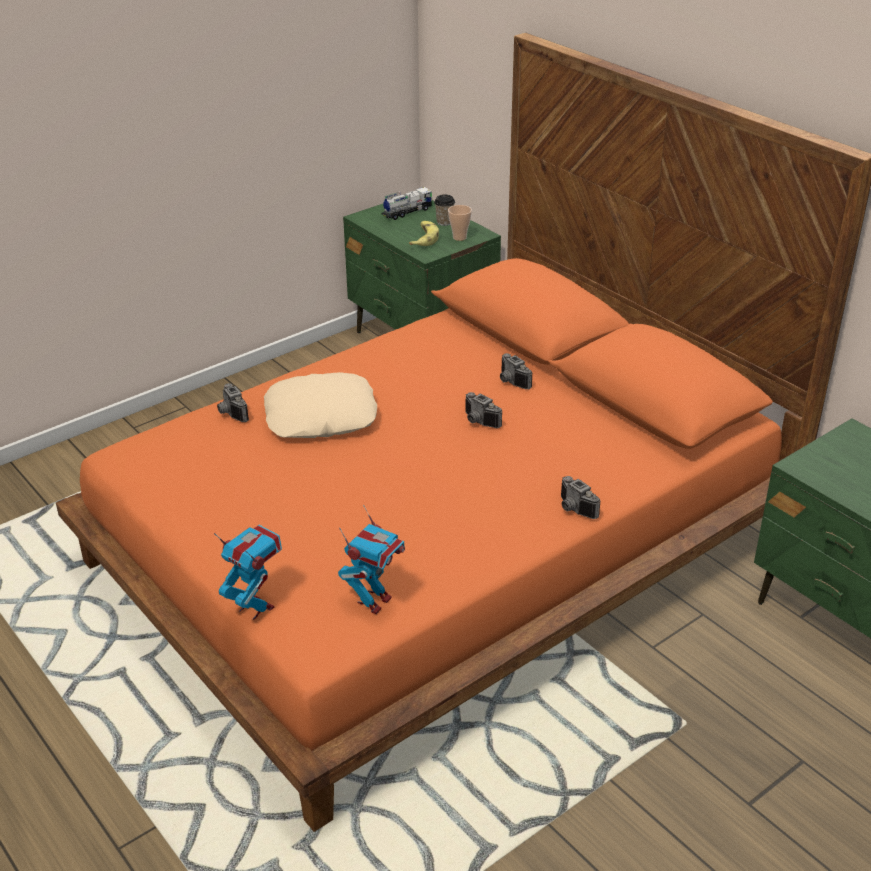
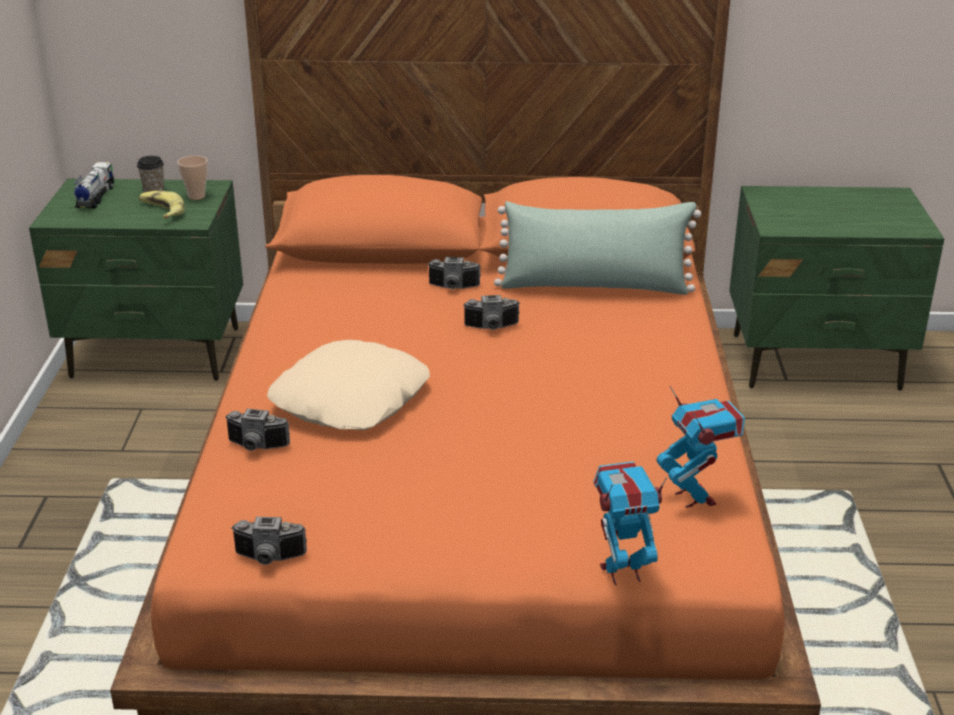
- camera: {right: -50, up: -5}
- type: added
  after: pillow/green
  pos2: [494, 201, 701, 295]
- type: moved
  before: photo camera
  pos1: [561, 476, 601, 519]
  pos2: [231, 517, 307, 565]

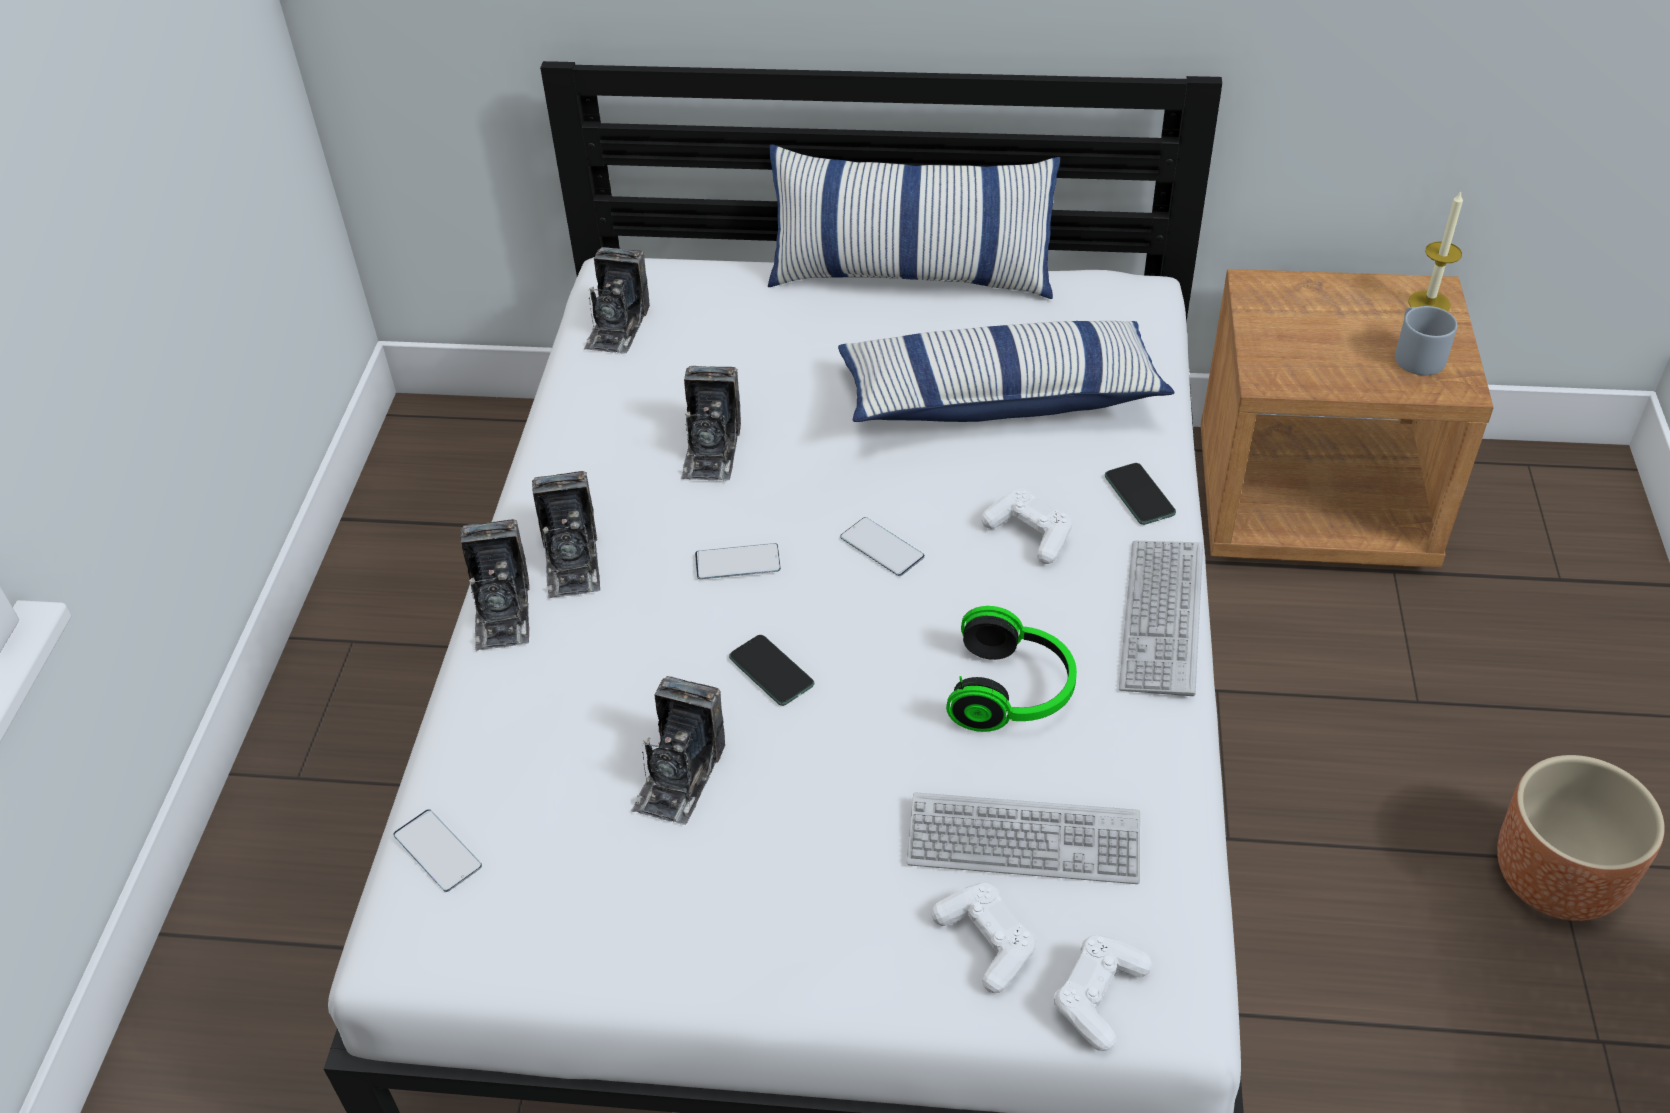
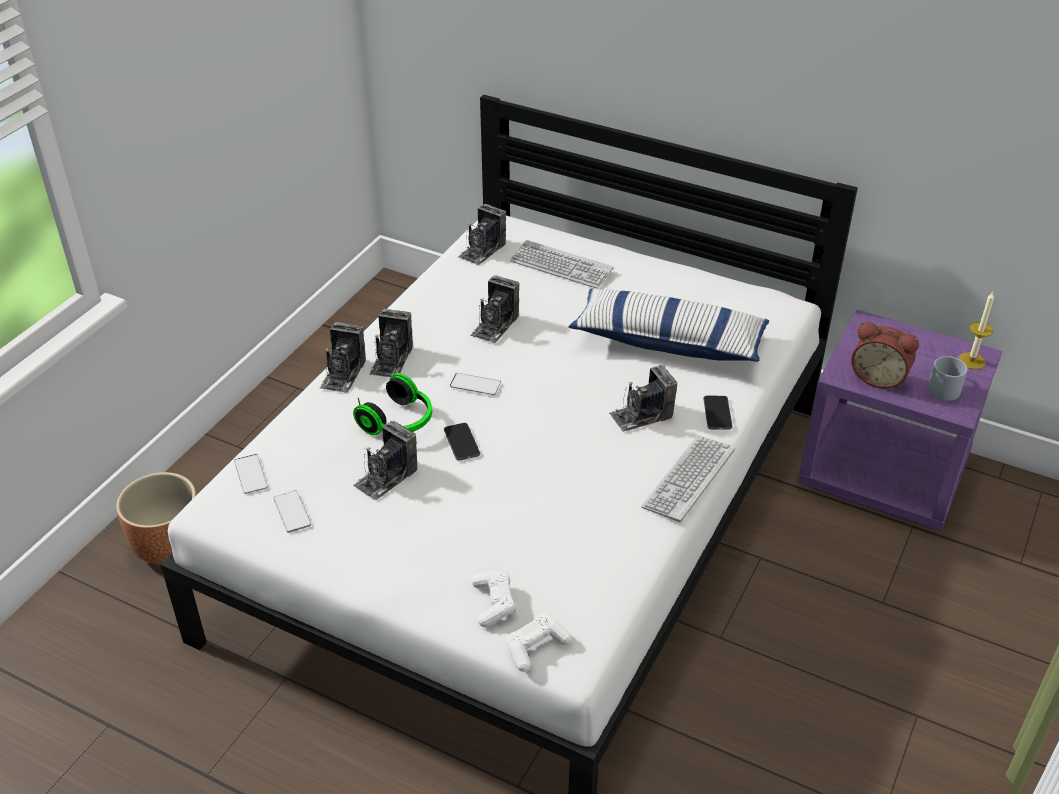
- camera: {right: 20, up: -5}
- type: removed
  before: pillow
  pos1: [768, 144, 1060, 299]
- type: added
  after: alarm clock
  pos2: [851, 322, 919, 389]
- type: moved
  before: phone
  pos1: [840, 517, 925, 576]
  pos2: [273, 490, 311, 533]
- type: moved
  before: keyboard
  pos1: [907, 792, 1140, 884]
  pos2: [510, 240, 614, 289]
- type: moved
  before: headphones
  pos1: [946, 606, 1077, 732]
  pos2: [353, 373, 432, 435]
- type: moved
  before: planter/brown
  pos1: [1497, 755, 1665, 921]
  pos2: [116, 472, 197, 564]
- type: replaced
  before: game controller/white
  after: photo camera
  pos1: [981, 488, 1072, 564]
  pos2: [609, 365, 677, 432]
- type: recoloured
  before: nightstand/brown
  after: nightstand/purple
  pos1: [1201, 269, 1494, 567]
  pos2: [797, 310, 1002, 531]

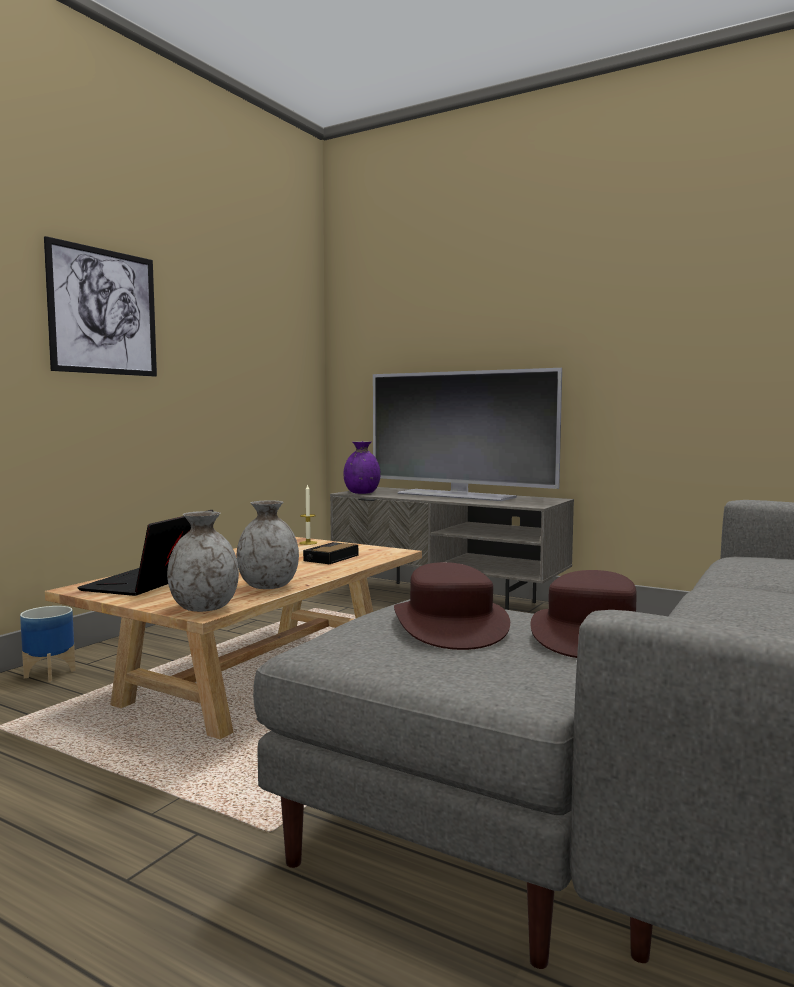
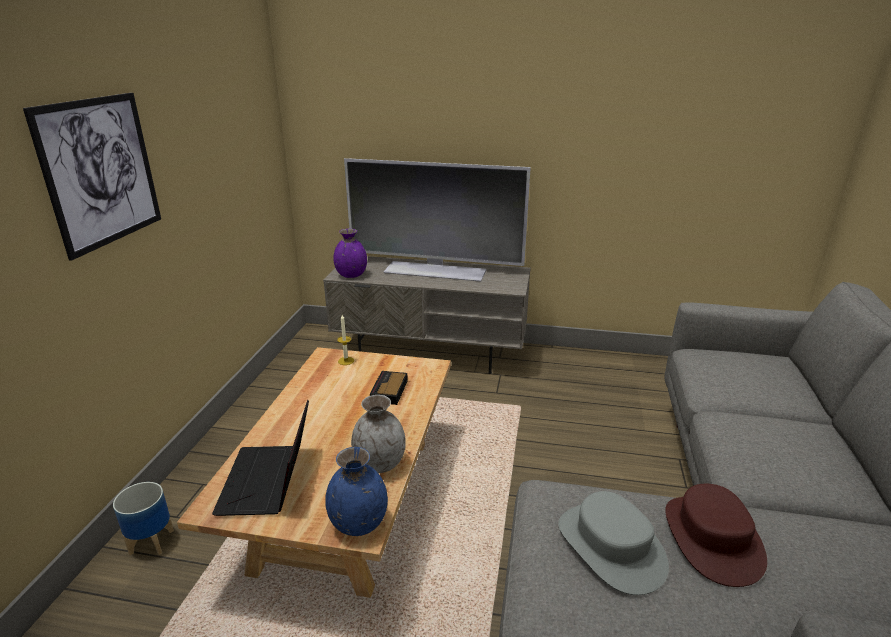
- camera: {right: -20, up: 20}
- type: recoloured
  before: vase/grey
  after: vase/blue
  pos1: [167, 511, 239, 612]
  pos2: [325, 447, 388, 536]
- type: recoloured
  before: hat/brown
  after: hat/grey
  pos1: [394, 562, 510, 650]
  pos2: [558, 491, 669, 595]

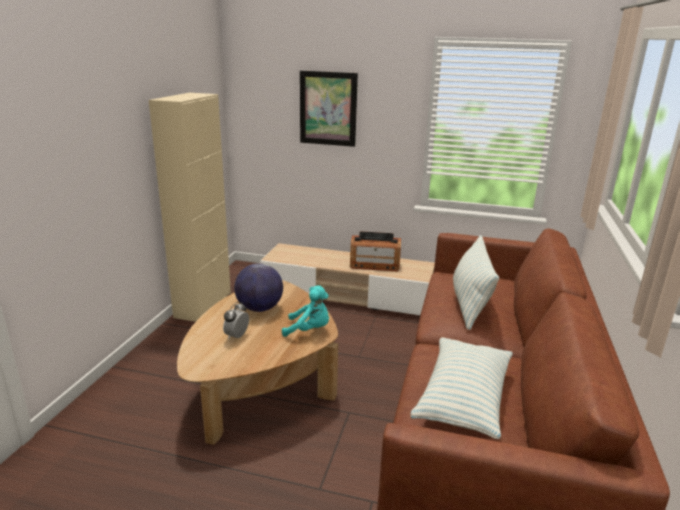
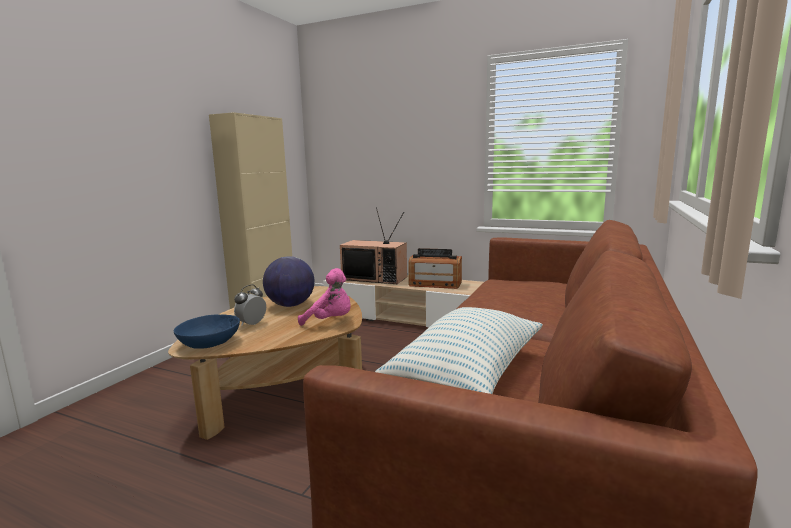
- camera: {right: 10, up: -10}
- type: removed
  before: picture
  pos1: [300, 70, 358, 147]
- type: removed
  before: pillow
  pos1: [453, 235, 499, 330]
- type: added
  after: bowl/blue
  pos2: [174, 315, 240, 349]
- type: added
  after: television
  pos2: [340, 207, 407, 284]
- type: recoloured
  before: plush toy/turquoise
  after: plush toy/pink
  pos1: [282, 285, 329, 337]
  pos2: [298, 268, 351, 326]

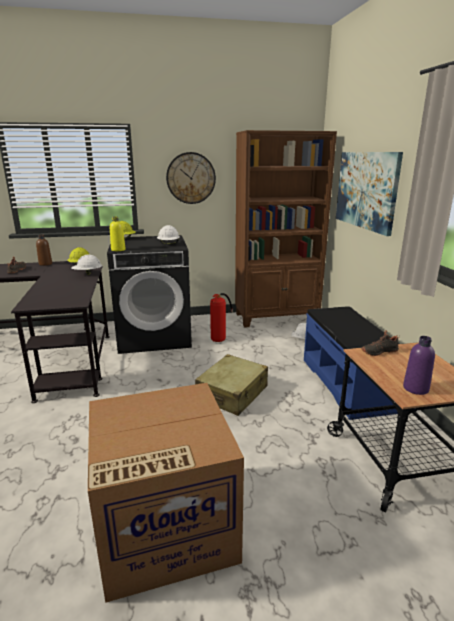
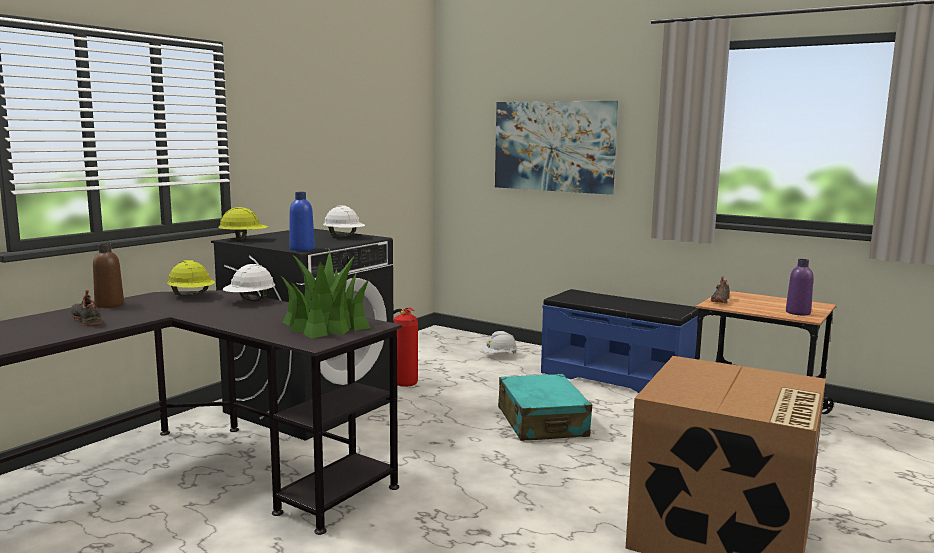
- camera: {right: -45, up: -10}
- type: removed
  before: wall clock
  pos1: [166, 152, 216, 204]
- type: removed
  before: bookcase/brown
  pos1: [235, 130, 337, 328]
- type: added
  after: potted plant
  pos2: [280, 252, 371, 338]
- type: recoloured
  before: bottle/yellow
  after: bottle/blue
  pos1: [110, 216, 126, 251]
  pos2: [290, 192, 315, 251]
- type: recoloured
  before: suitcase/beige
  after: suitcase/turquoise
  pos1: [195, 354, 268, 416]
  pos2: [498, 374, 592, 441]

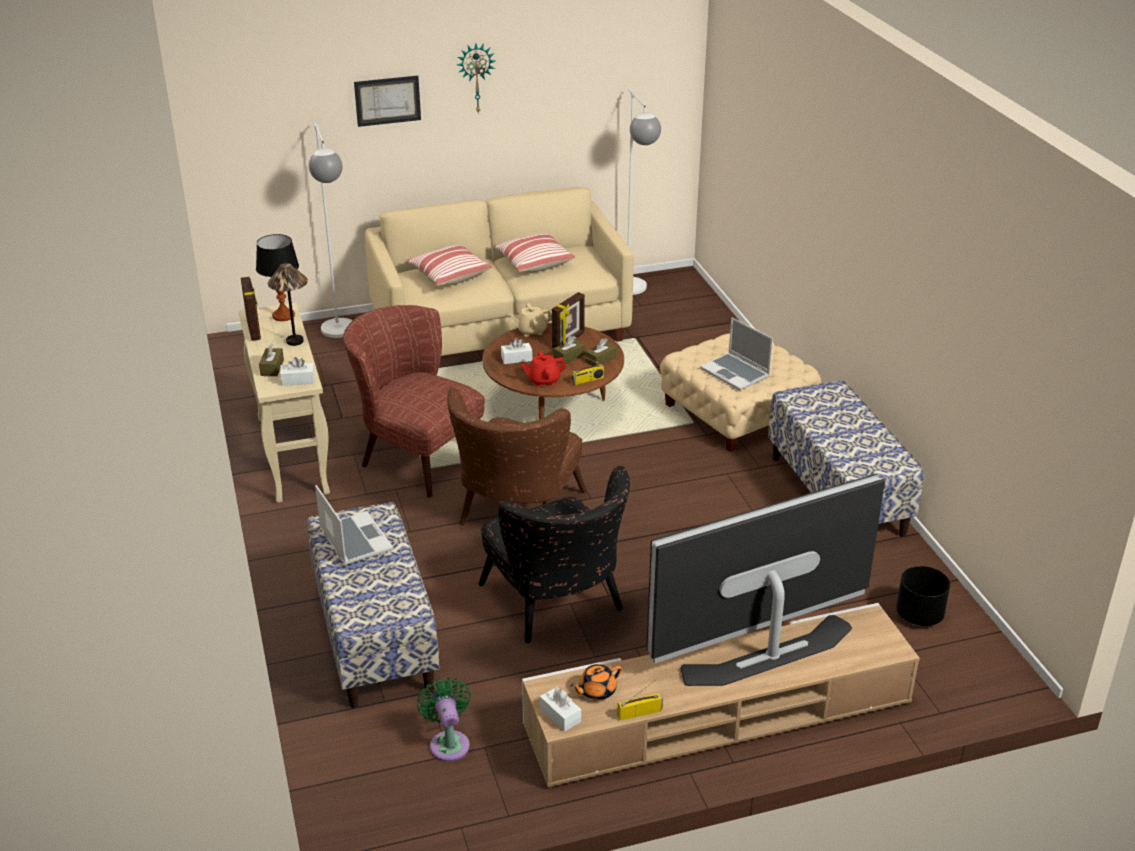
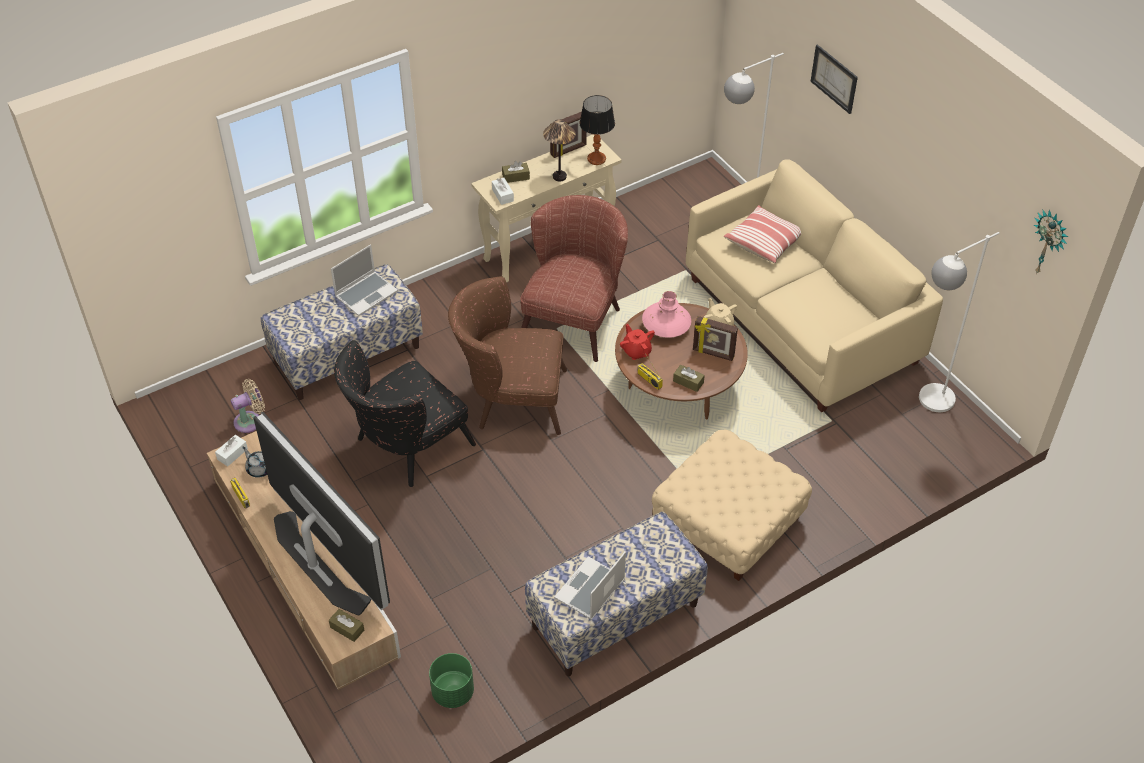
- camera: {right: 75, up: 15}
- type: removed
  before: pillow
  pos1: [493, 233, 575, 272]
- type: moved
  before: wall clock
  pos1: [457, 43, 495, 114]
  pos2: [1034, 210, 1068, 273]
- type: moved
  before: tissue box/brown
  pos1: [553, 336, 585, 364]
  pos2: [329, 609, 364, 642]
- type: moved
  before: laptop
  pos1: [700, 317, 773, 391]
  pos2: [554, 552, 626, 620]
- type: replaced
  before: tissue box/white
  after: vase/pink
  pos1: [501, 338, 532, 364]
  pos2: [642, 291, 691, 338]
- type: recoloured
  before: fan/green
  after: fan/beige
  pos1: [417, 678, 471, 762]
  pos2: [231, 379, 265, 433]
- type: recoloured
  before: teapot/orange
  after: teapot/grey
  pos1: [570, 664, 622, 700]
  pos2: [242, 447, 267, 478]
- type: recoloured
  before: planter/black
  after: planter/green
  pos1: [896, 566, 950, 626]
  pos2: [429, 653, 474, 708]

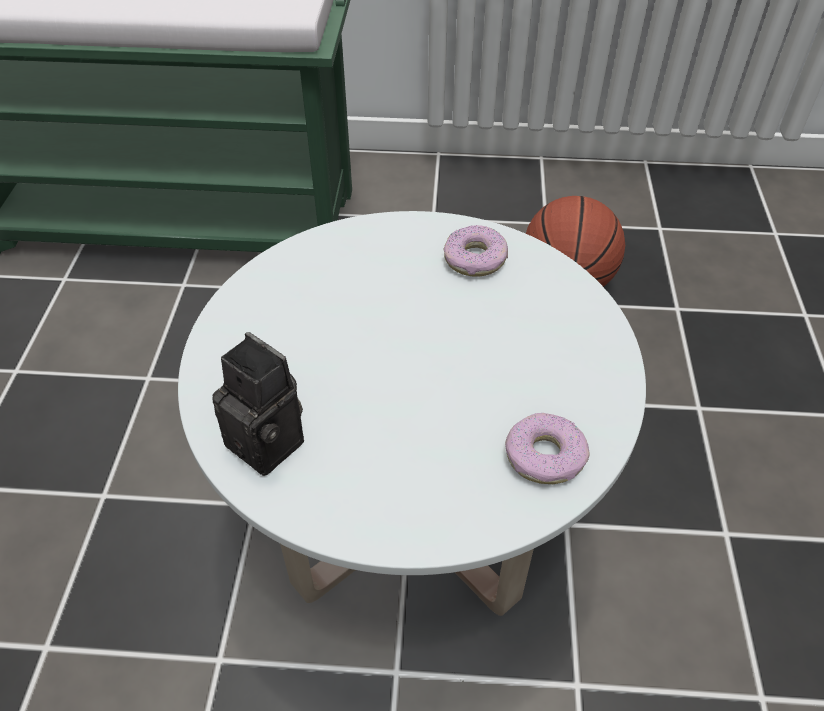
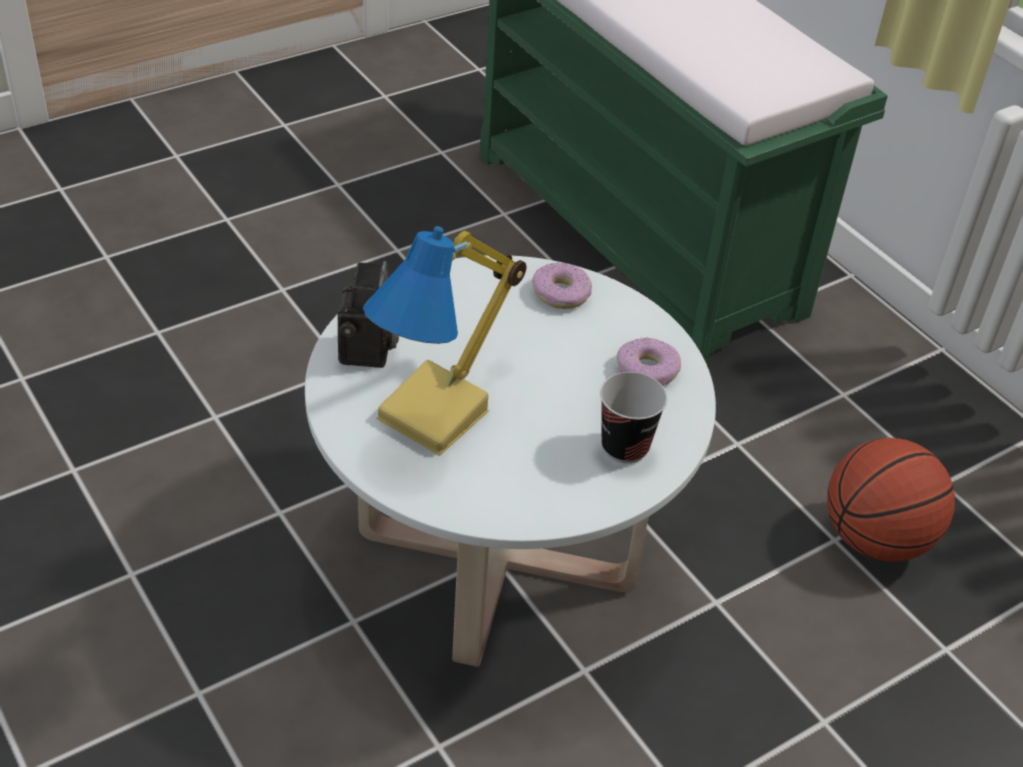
- camera: {right: 50, up: -5}
- type: added
  after: table lamp
  pos2: [363, 226, 526, 456]
- type: added
  after: cup
  pos2: [600, 372, 667, 463]
- type: moved
  before: donut
  pos1: [505, 413, 589, 484]
  pos2: [532, 262, 592, 309]

